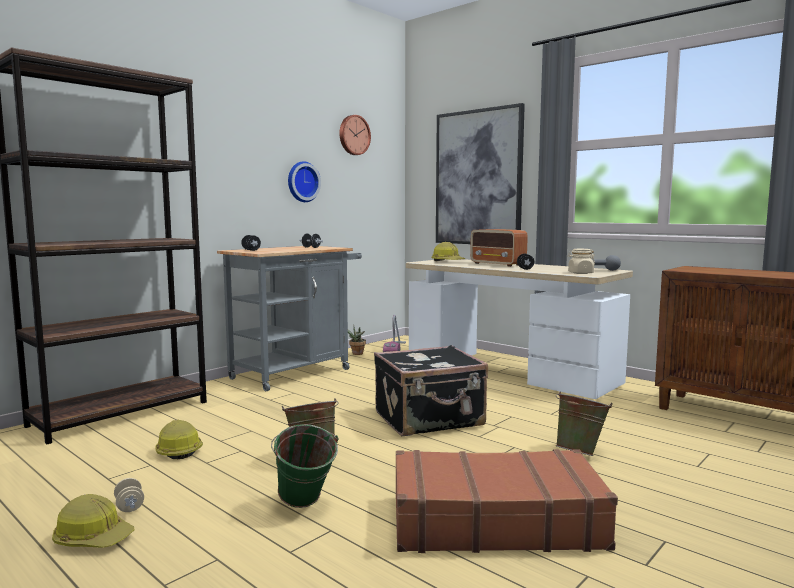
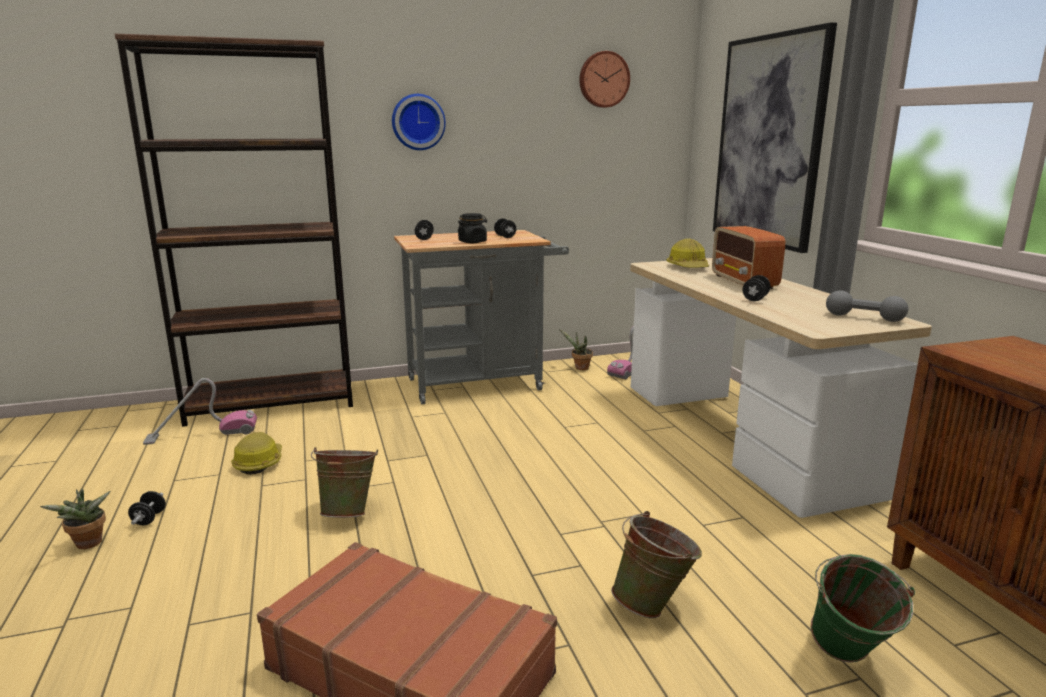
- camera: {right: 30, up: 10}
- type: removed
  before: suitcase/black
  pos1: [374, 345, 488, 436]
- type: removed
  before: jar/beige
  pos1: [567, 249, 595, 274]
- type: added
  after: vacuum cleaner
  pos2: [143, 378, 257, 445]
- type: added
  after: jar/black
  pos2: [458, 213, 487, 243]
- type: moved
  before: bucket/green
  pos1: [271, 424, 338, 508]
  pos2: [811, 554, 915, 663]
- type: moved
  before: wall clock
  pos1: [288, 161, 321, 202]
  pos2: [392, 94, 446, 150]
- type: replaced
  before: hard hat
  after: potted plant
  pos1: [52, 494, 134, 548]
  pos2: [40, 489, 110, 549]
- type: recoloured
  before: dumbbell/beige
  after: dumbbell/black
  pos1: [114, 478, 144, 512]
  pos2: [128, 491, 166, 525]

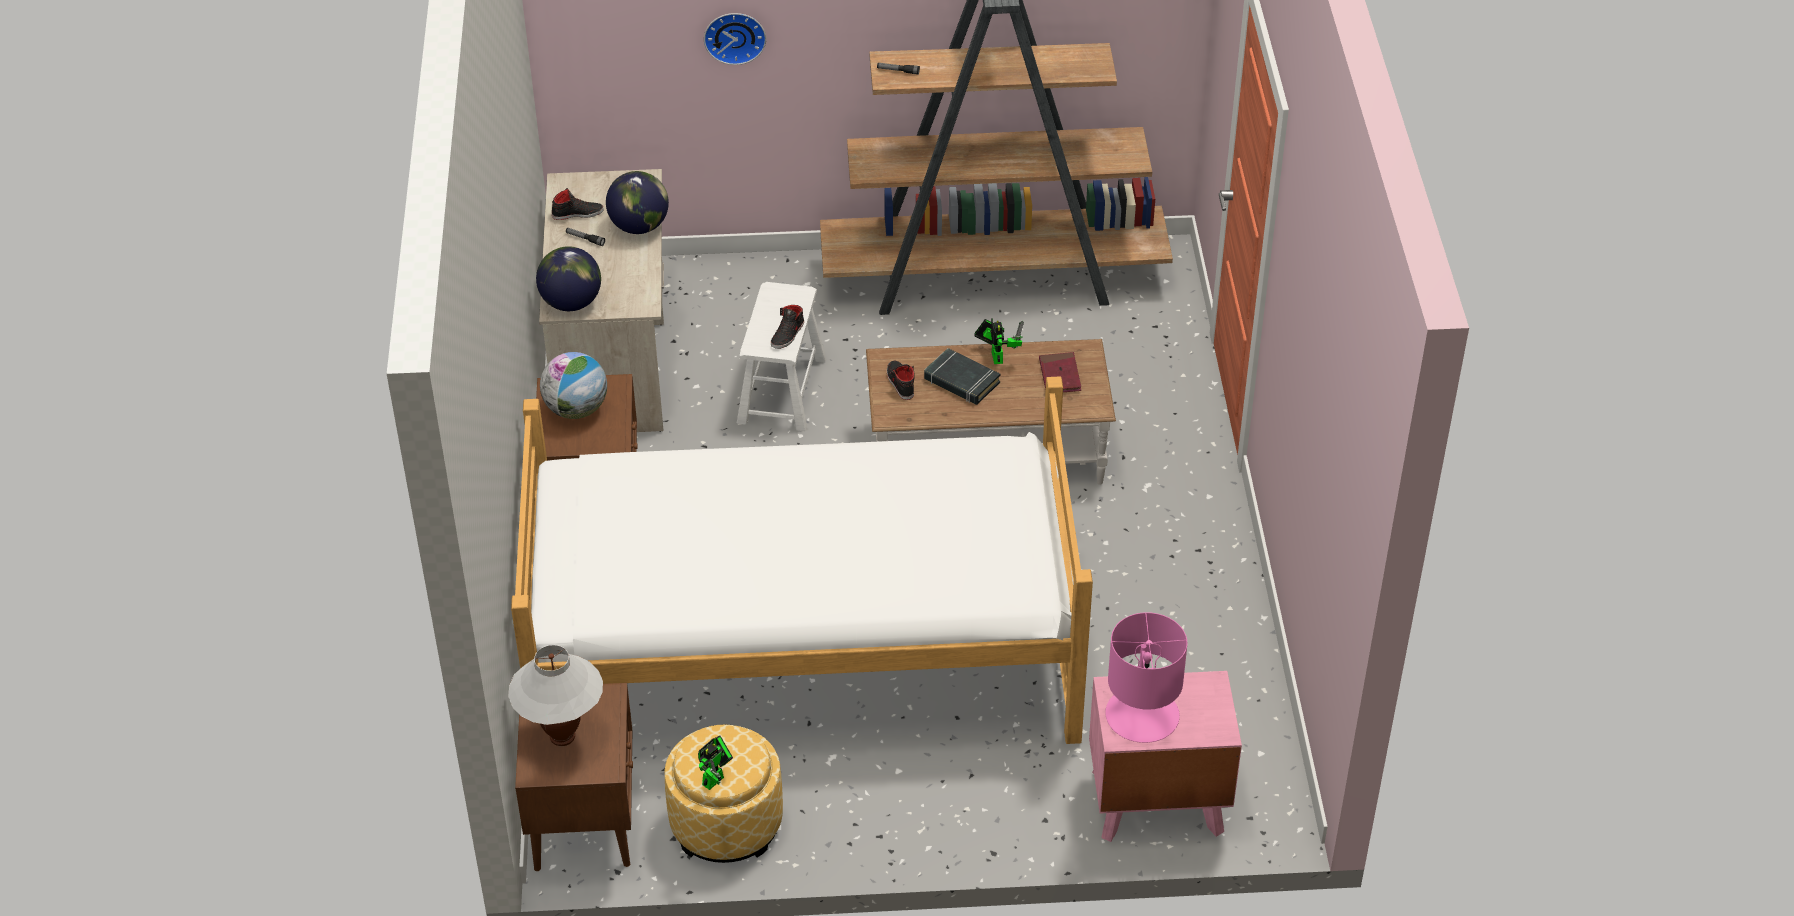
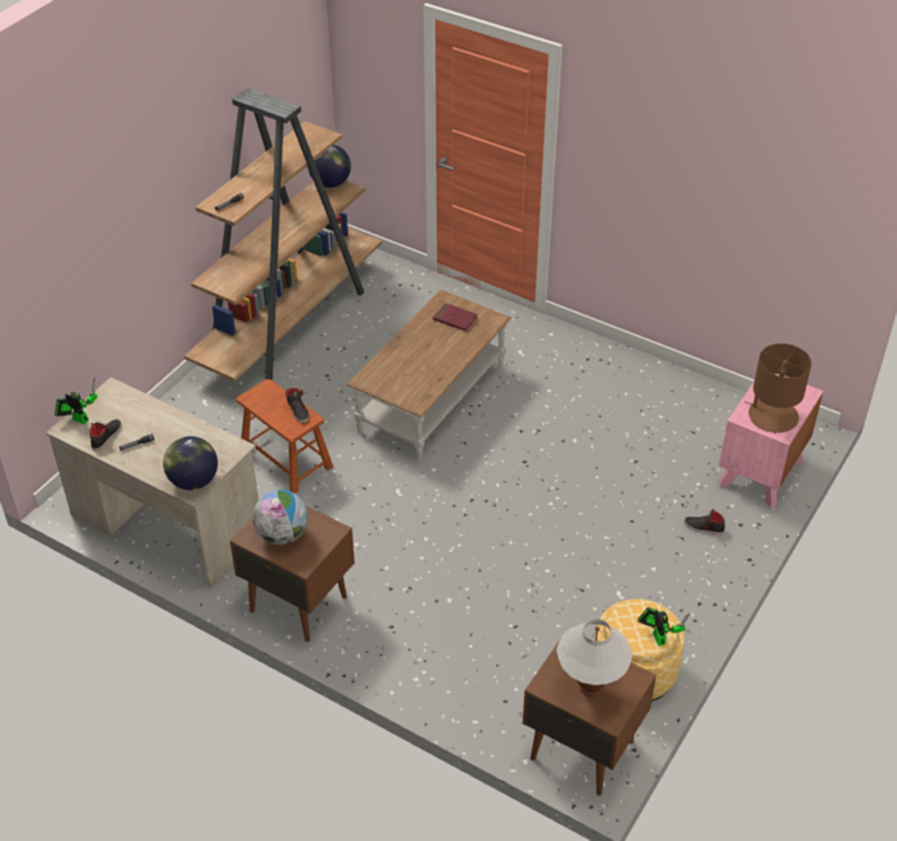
- camera: {right: -55, up: 0}
- type: removed
  before: bed
  pos1: [511, 376, 1093, 744]
- type: removed
  before: wall clock
  pos1: [704, 13, 766, 65]
- type: removed
  before: book/black
  pos1: [924, 348, 1000, 405]
- type: moved
  before: globe
  pos1: [606, 171, 669, 234]
  pos2: [308, 145, 351, 188]
- type: moved
  before: shoe/black
  pos1: [887, 360, 915, 400]
  pos2: [684, 509, 725, 534]
- type: moved
  before: toy robot
  pos1: [974, 318, 1024, 364]
  pos2: [55, 378, 97, 425]
- type: recoloured
  before: stool/white
  after: stool/brown
  pos1: [737, 282, 827, 431]
  pos2: [236, 379, 333, 493]
- type: recoloured
  before: table lamp/pink
  after: table lamp/brown
  pos1: [1105, 612, 1187, 743]
  pos2: [745, 343, 812, 434]

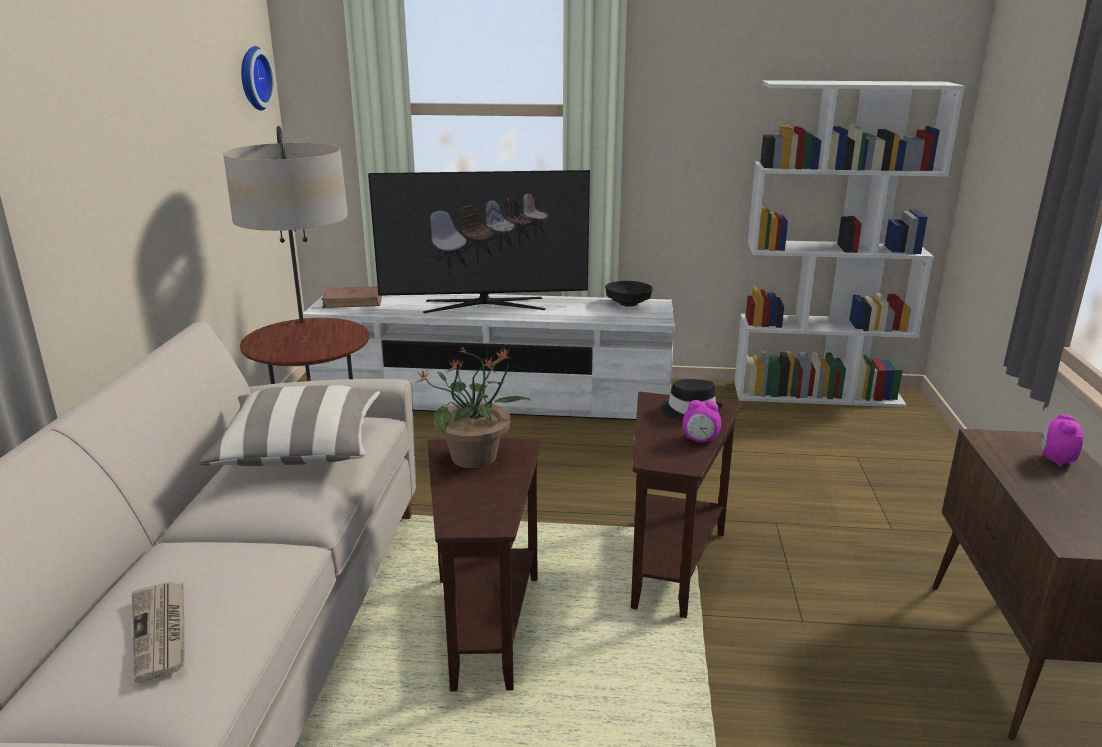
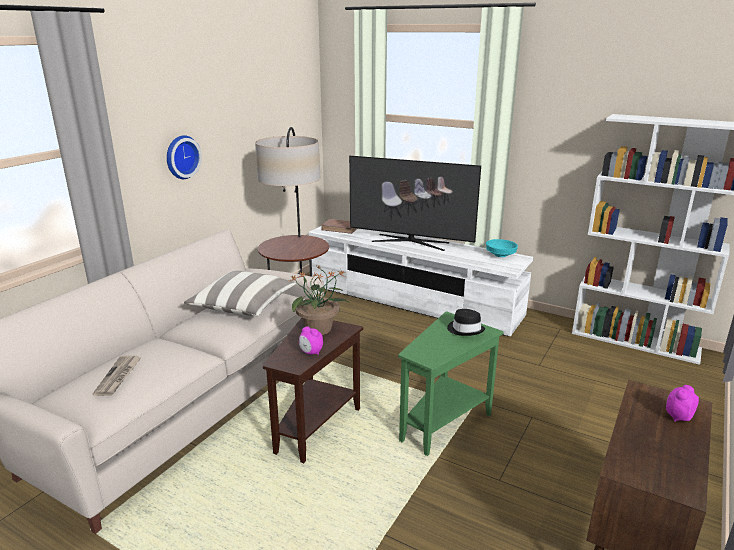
- camera: {right: 25, up: 0}
- type: moved
  before: wall clock
  pos1: [241, 46, 275, 111]
  pos2: [167, 135, 202, 179]
- type: moved
  before: alarm clock
  pos1: [683, 400, 721, 442]
  pos2: [299, 326, 323, 355]
- type: recoloured
  before: bowl/black
  after: bowl/turquoise
  pos1: [605, 281, 653, 307]
  pos2: [486, 239, 518, 257]
- type: recoloured
  before: side table/brown
  after: side table/green
  pos1: [631, 392, 741, 618]
  pos2: [398, 312, 504, 456]

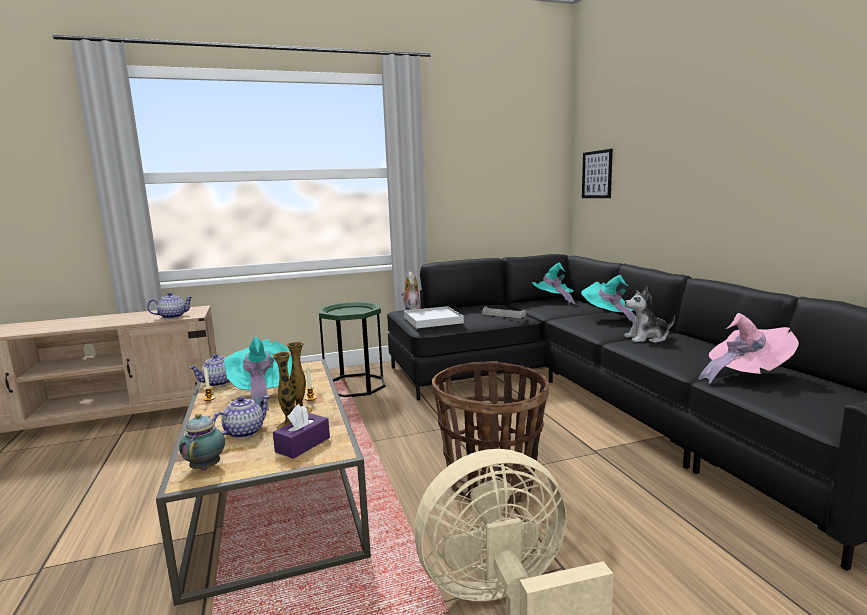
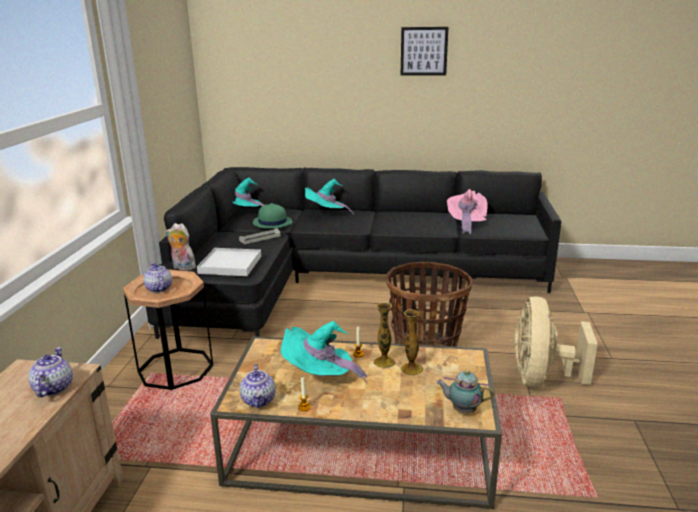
- camera: {right: -65, up: 10}
- type: removed
  before: tissue box/purple
  pos1: [273, 404, 330, 459]
- type: removed
  before: plush toy
  pos1: [624, 287, 675, 343]
- type: added
  after: hat/green
  pos2: [253, 203, 292, 228]
- type: moved
  before: teapot
  pos1: [213, 396, 270, 439]
  pos2: [143, 263, 172, 293]
- type: moved
  before: picture
  pos1: [582, 149, 613, 198]
  pos2: [401, 27, 449, 76]
- type: recoloured
  before: side table/green
  after: side table/brown
  pos1: [319, 301, 385, 397]
  pos2: [123, 269, 213, 390]

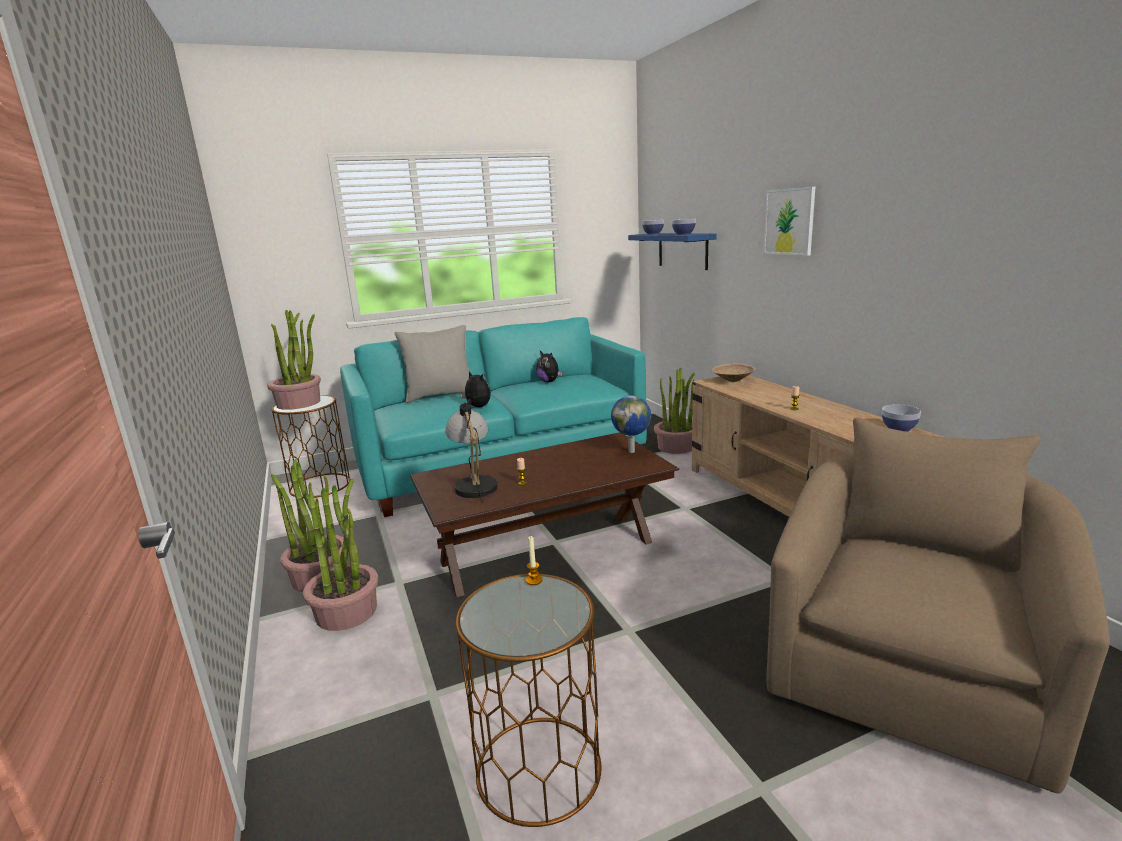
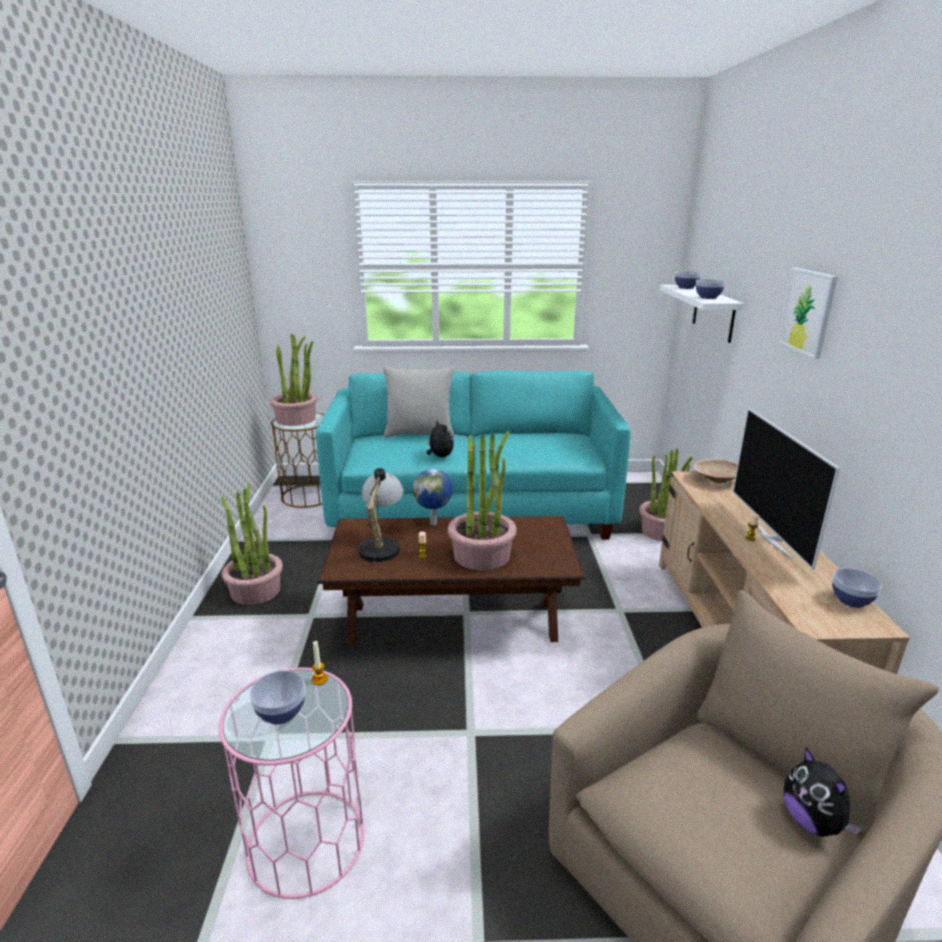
- camera: {right: 20, up: 5}
- type: added
  after: bowl
  pos2: [250, 671, 305, 725]
- type: added
  after: television
  pos2: [733, 408, 840, 570]
- type: moved
  before: potted plant
  pos1: [303, 479, 378, 631]
  pos2: [448, 431, 517, 571]
- type: moved
  before: plush toy
  pos1: [536, 351, 563, 382]
  pos2: [784, 747, 862, 837]
- type: moved
  before: globe
  pos1: [611, 396, 651, 453]
  pos2: [413, 469, 453, 525]
- type: recoloured
  before: side table/brown
  after: side table/pink
  pos1: [456, 574, 601, 827]
  pos2: [219, 667, 365, 899]
- type: recoloured
  before: shelf/blue
  after: shelf/white
  pos1: [628, 233, 717, 270]
  pos2: [660, 285, 744, 343]

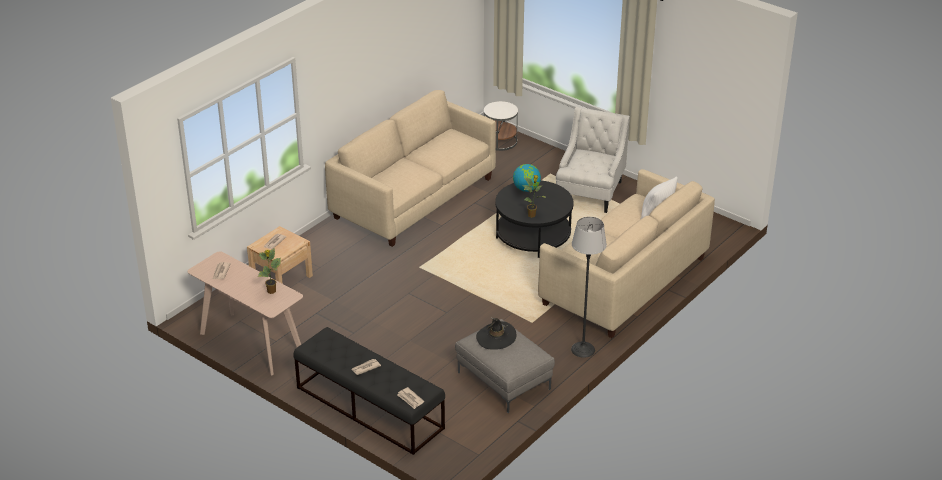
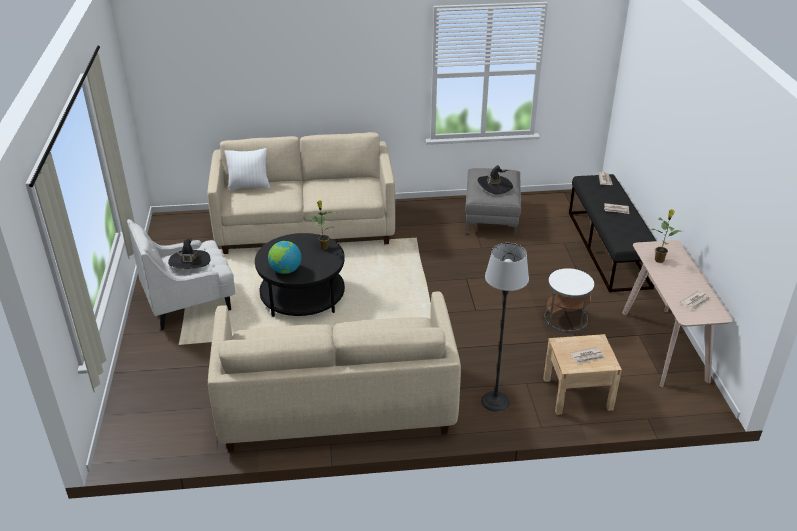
- camera: {right: -135, up: 0}
- type: added
  after: hat/black
  pos2: [168, 237, 210, 269]
- type: moved
  before: side table/white
  pos1: [484, 101, 518, 151]
  pos2: [544, 268, 594, 333]
- type: moved
  before: floor lamp
  pos1: [571, 217, 607, 358]
  pos2: [481, 243, 529, 412]

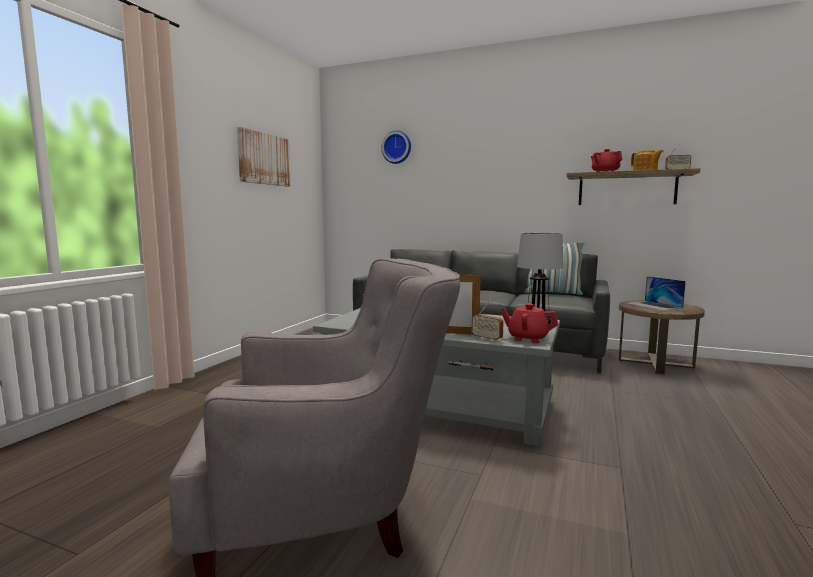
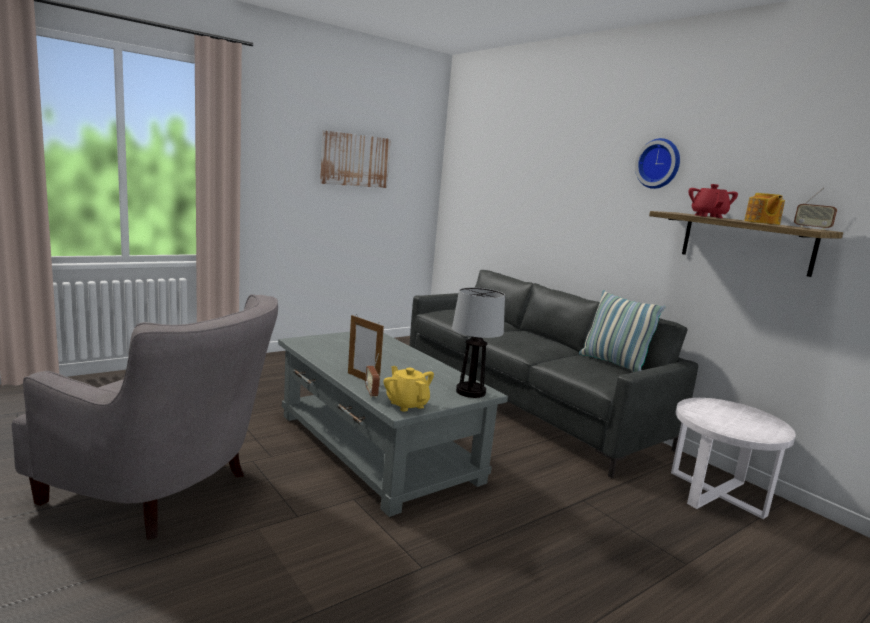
- camera: {right: 30, up: 5}
- type: removed
  before: laptop
  pos1: [626, 276, 686, 311]
- type: moved
  before: wall clock
  pos1: [381, 130, 411, 164]
  pos2: [635, 138, 680, 189]
- type: recoloured
  before: teapot/red
  after: teapot/yellow
  pos1: [500, 304, 558, 343]
  pos2: [383, 366, 434, 412]
- type: recoloured
  before: side table/brown
  after: side table/white
  pos1: [619, 300, 705, 374]
  pos2: [671, 398, 796, 519]

